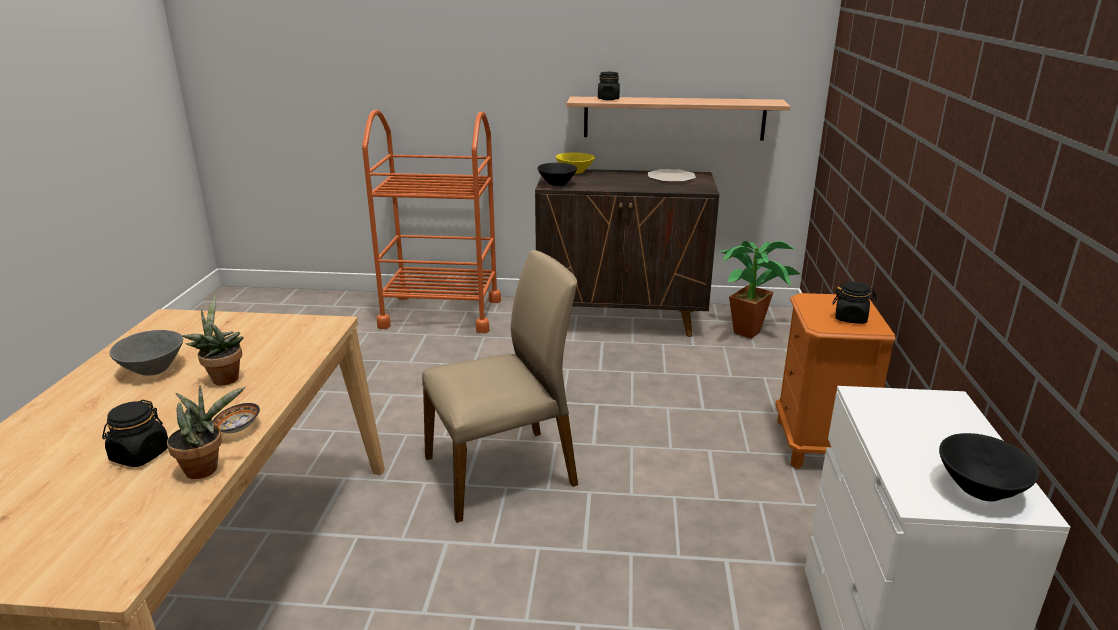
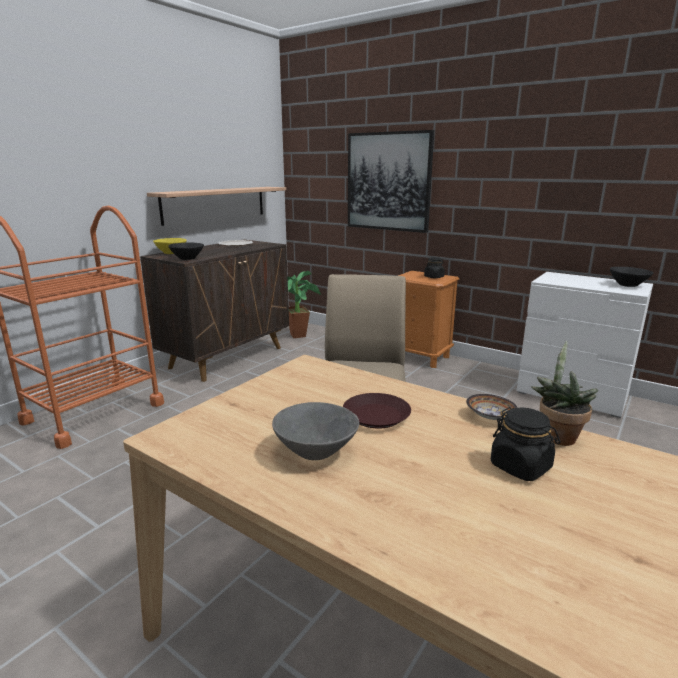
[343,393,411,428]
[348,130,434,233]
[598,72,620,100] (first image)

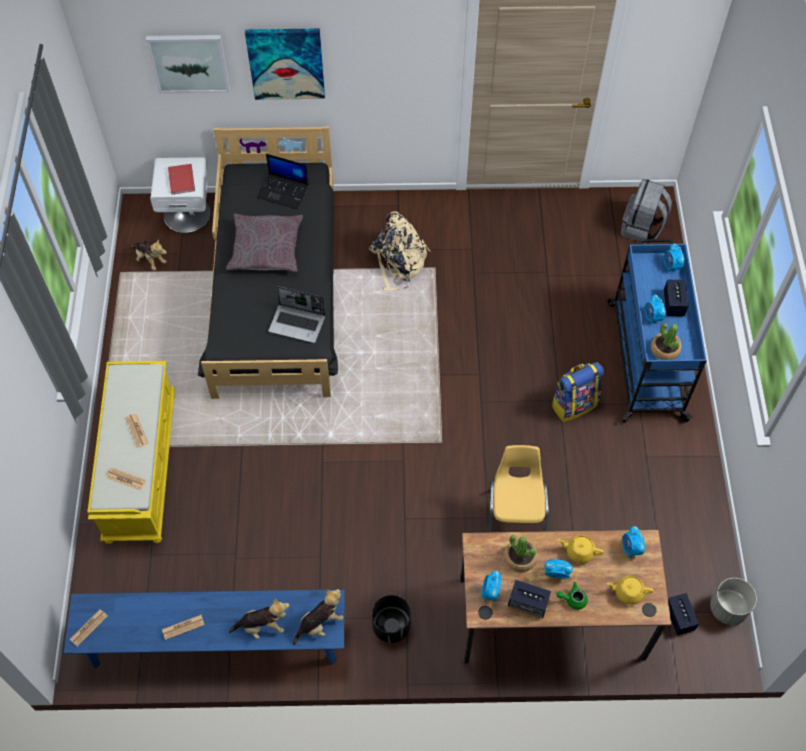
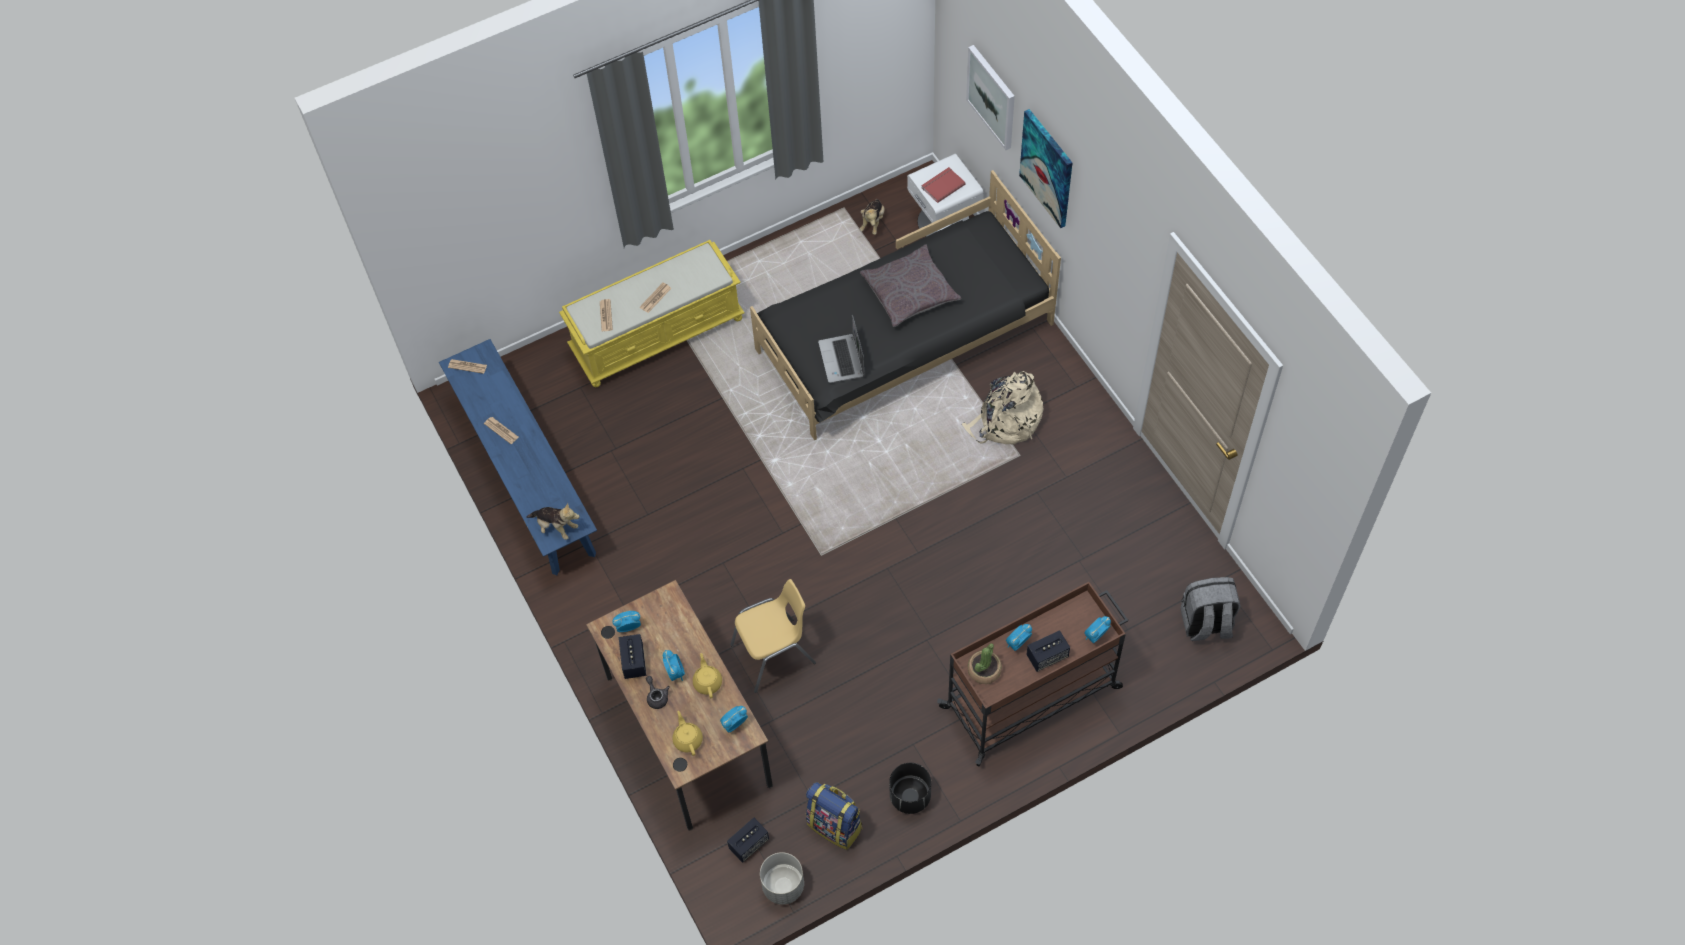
[646,676,670,709]
[806,782,862,850]
[889,763,931,814]
[937,582,1128,766]
[229,599,289,639] (first image)
[257,154,309,209] (first image)
[504,535,538,572] (first image)

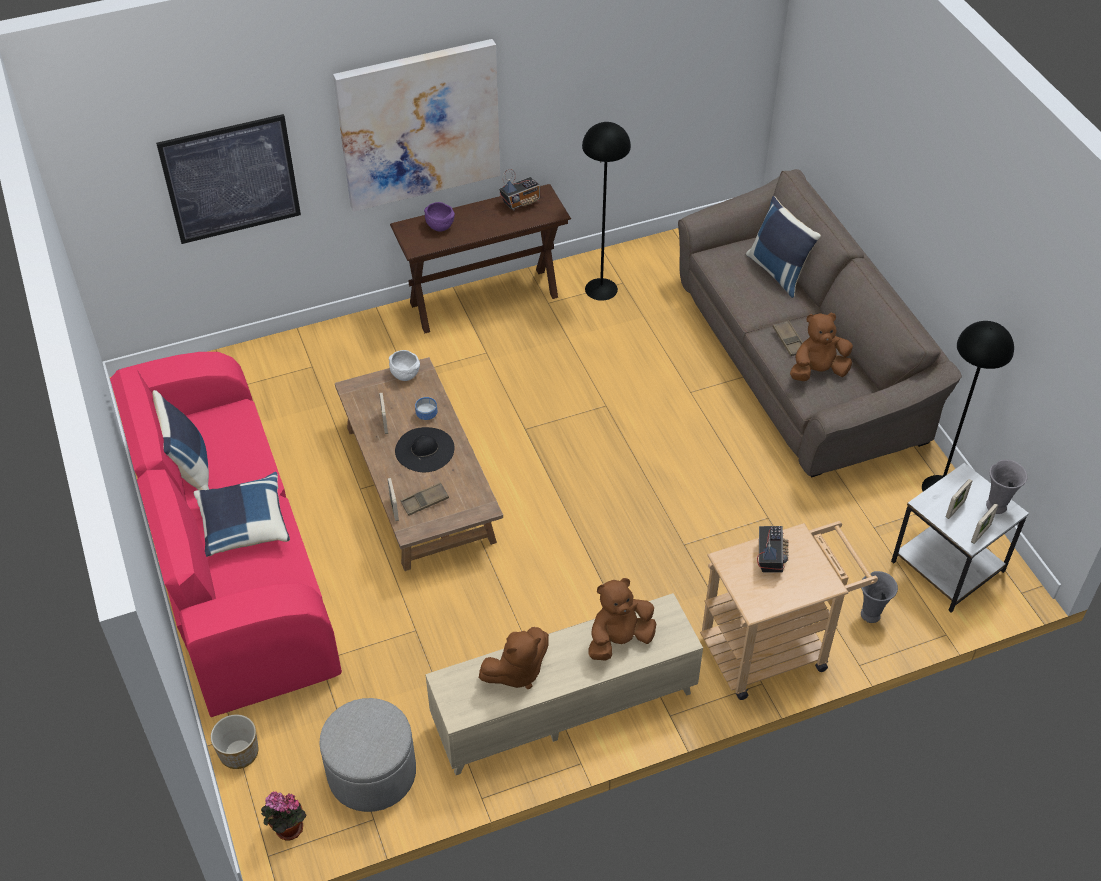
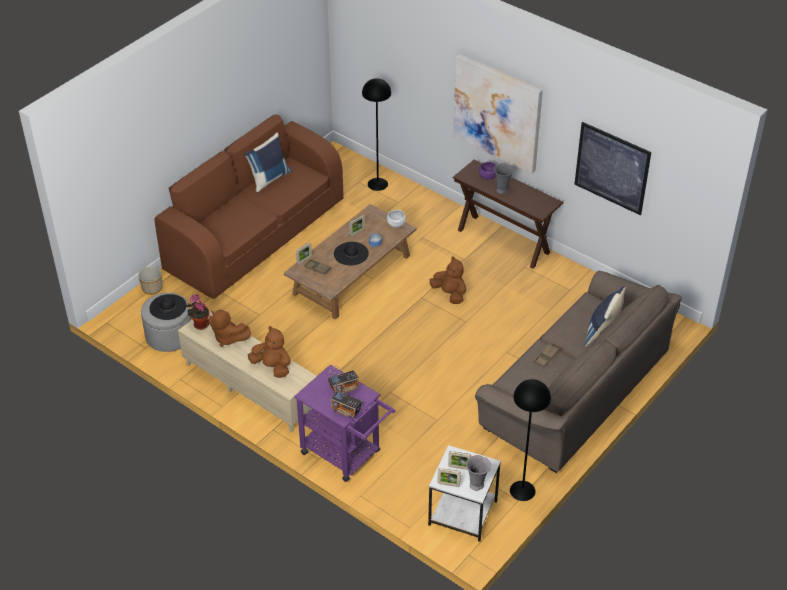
[149,294,186,320]
[155,114,344,299]
[186,294,209,330]
[294,365,395,482]
[331,383,362,419]
[362,78,391,191]
[430,256,466,304]
[494,163,514,194]
[574,122,651,215]
[194,472,290,557] (first image)

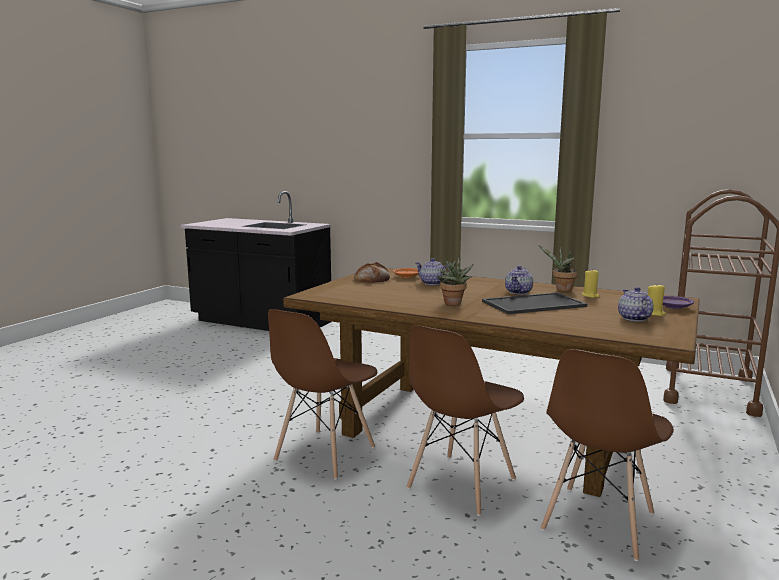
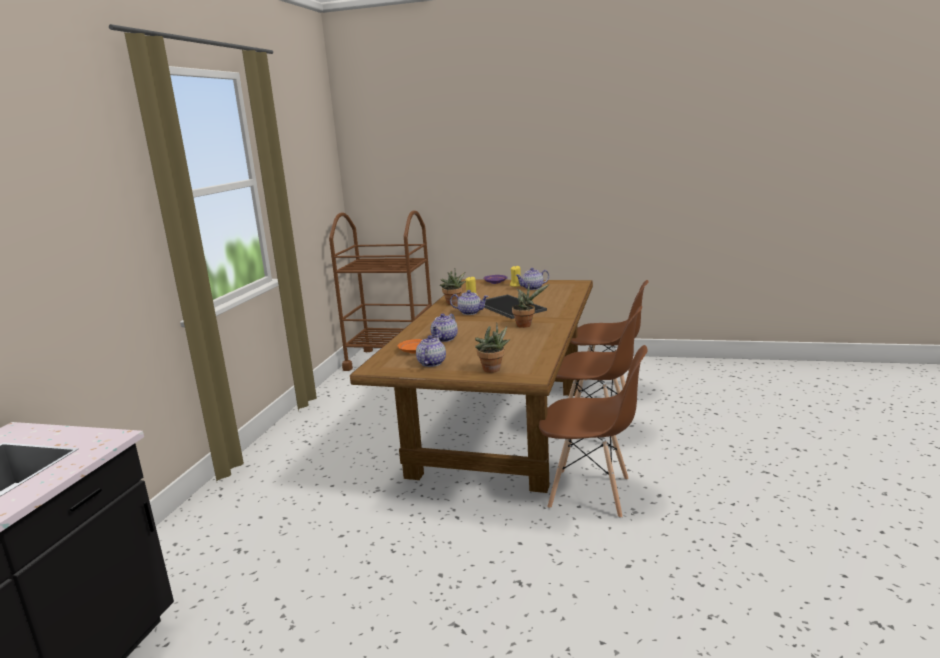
[416,335,446,367]
[475,324,510,373]

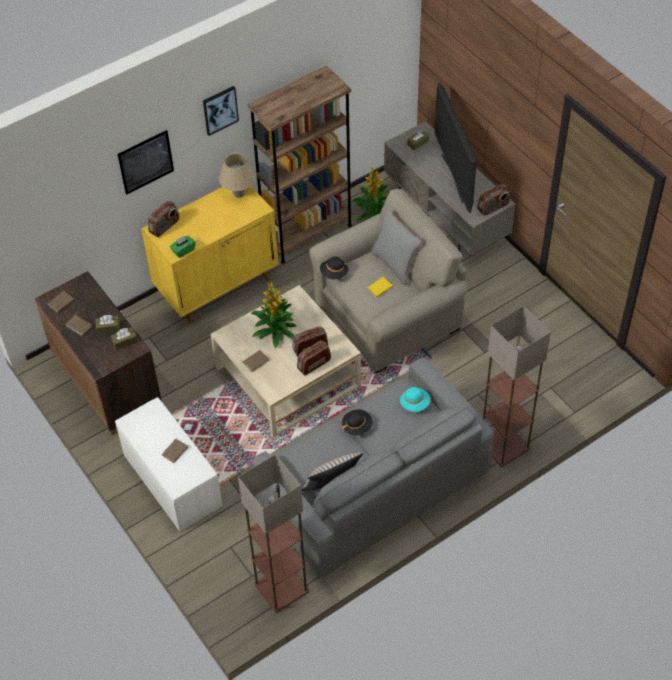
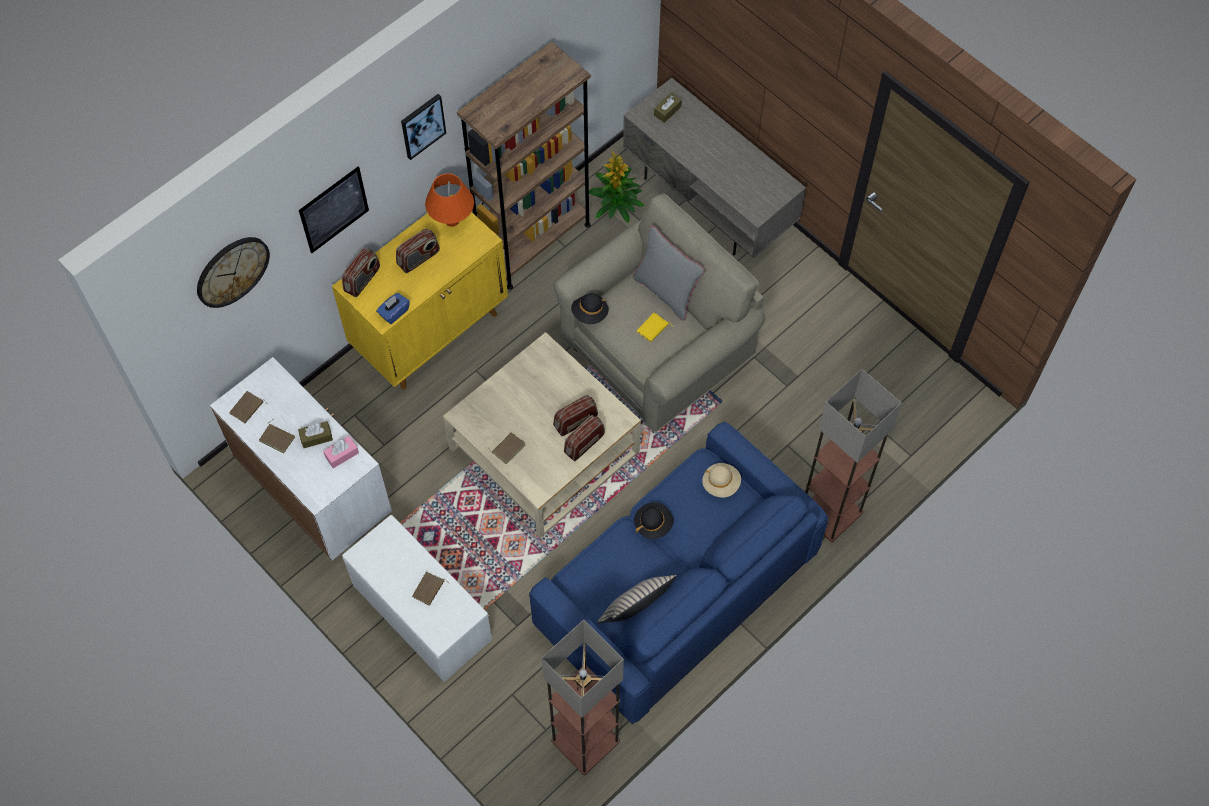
[197,237,270,308]
[210,357,392,560]
[323,436,359,468]
[376,293,410,324]
[396,229,440,273]
[425,173,474,227]
[529,421,828,724]
[702,463,741,497]
[251,282,296,348] (first image)
[435,81,477,213] (first image)

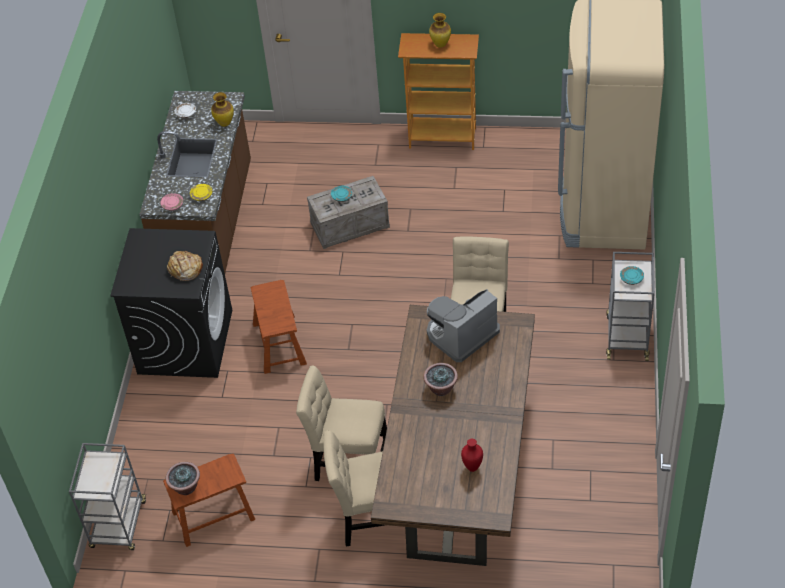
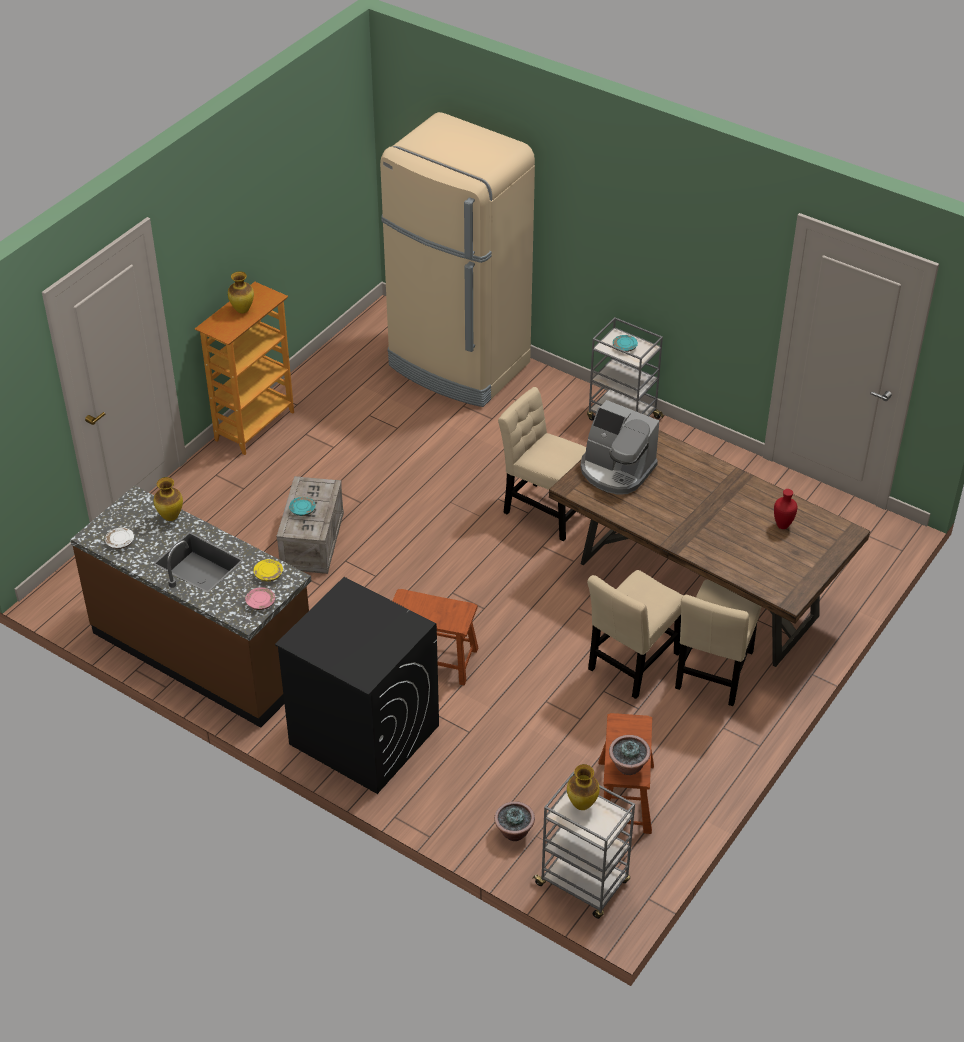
[494,801,535,841]
[567,764,600,810]
[581,400,659,495]
[167,251,203,281] (first image)

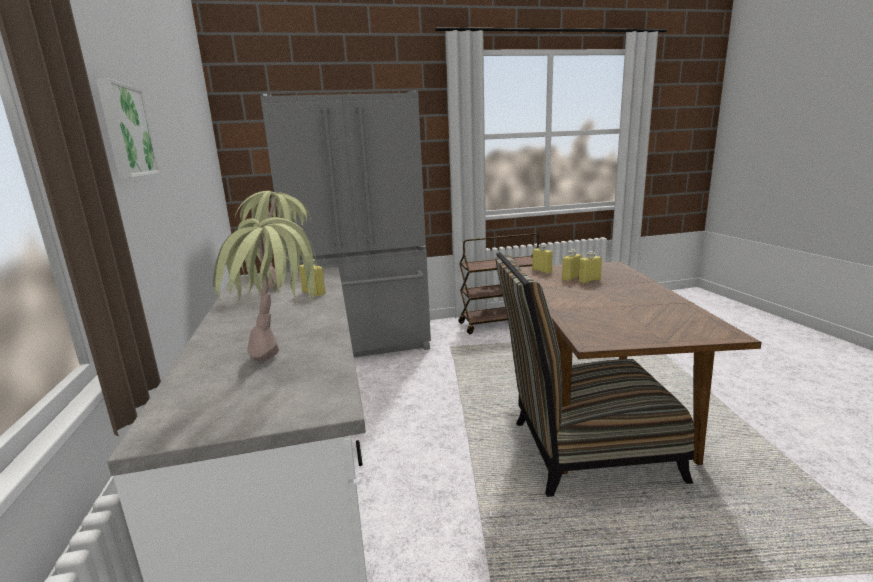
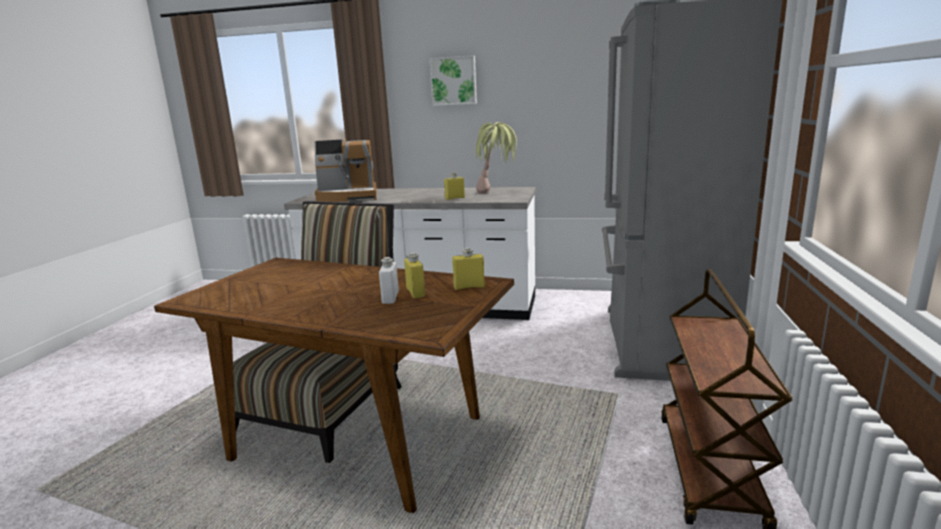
[314,139,377,202]
[379,257,399,304]

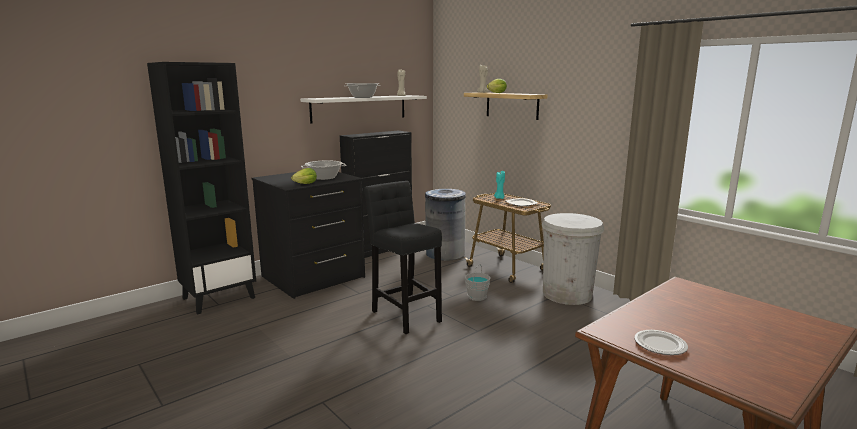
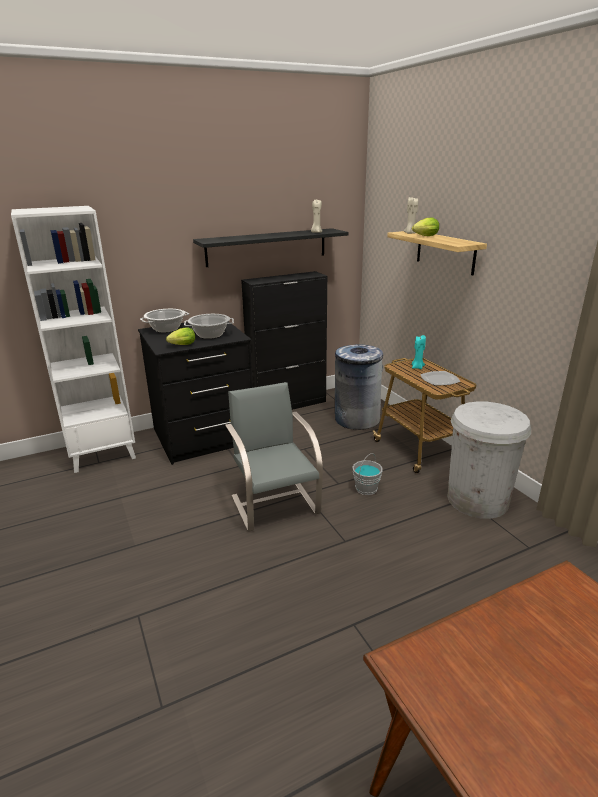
[11,206,136,473]
[140,309,189,333]
[193,228,348,267]
[225,382,323,532]
[634,330,688,355] (first image)

